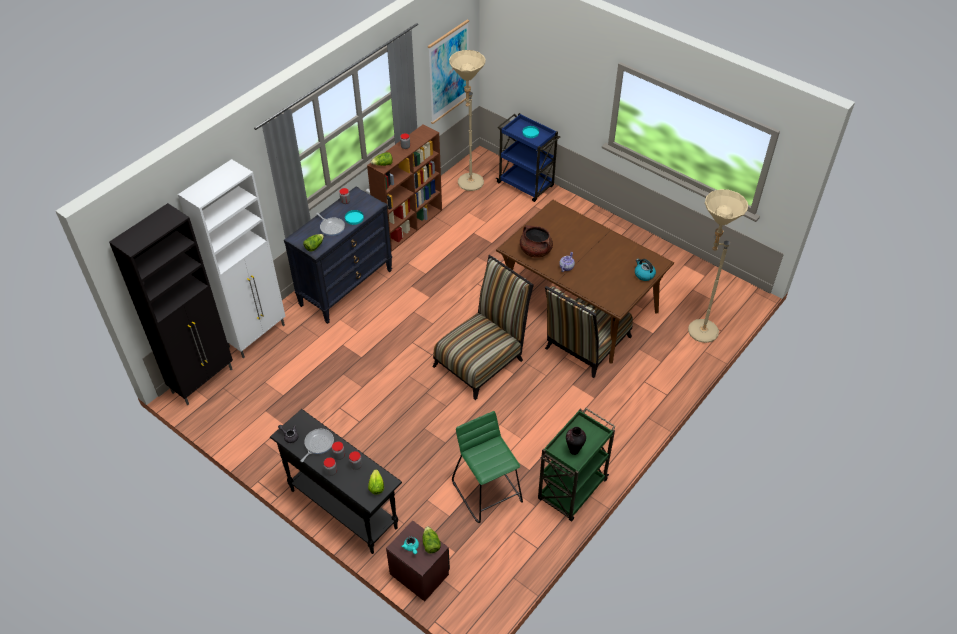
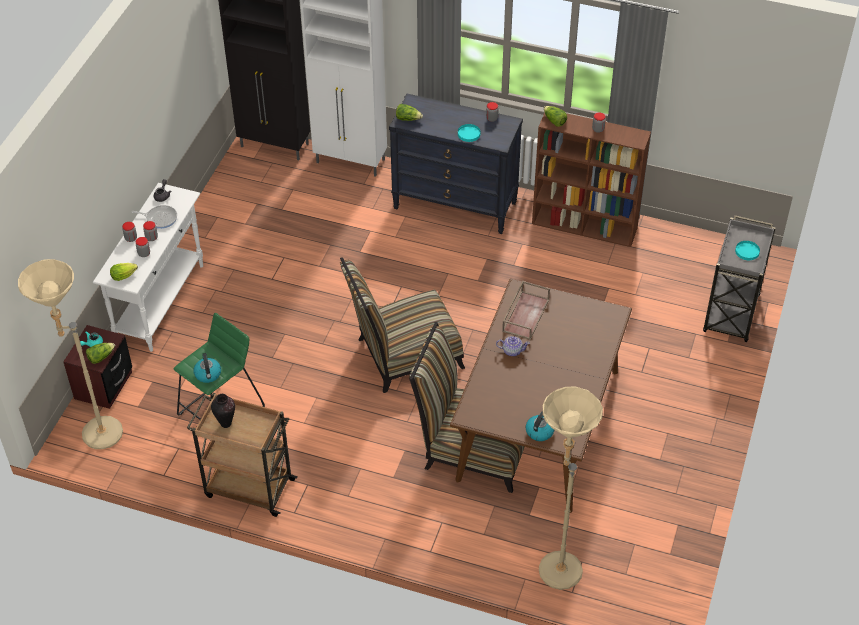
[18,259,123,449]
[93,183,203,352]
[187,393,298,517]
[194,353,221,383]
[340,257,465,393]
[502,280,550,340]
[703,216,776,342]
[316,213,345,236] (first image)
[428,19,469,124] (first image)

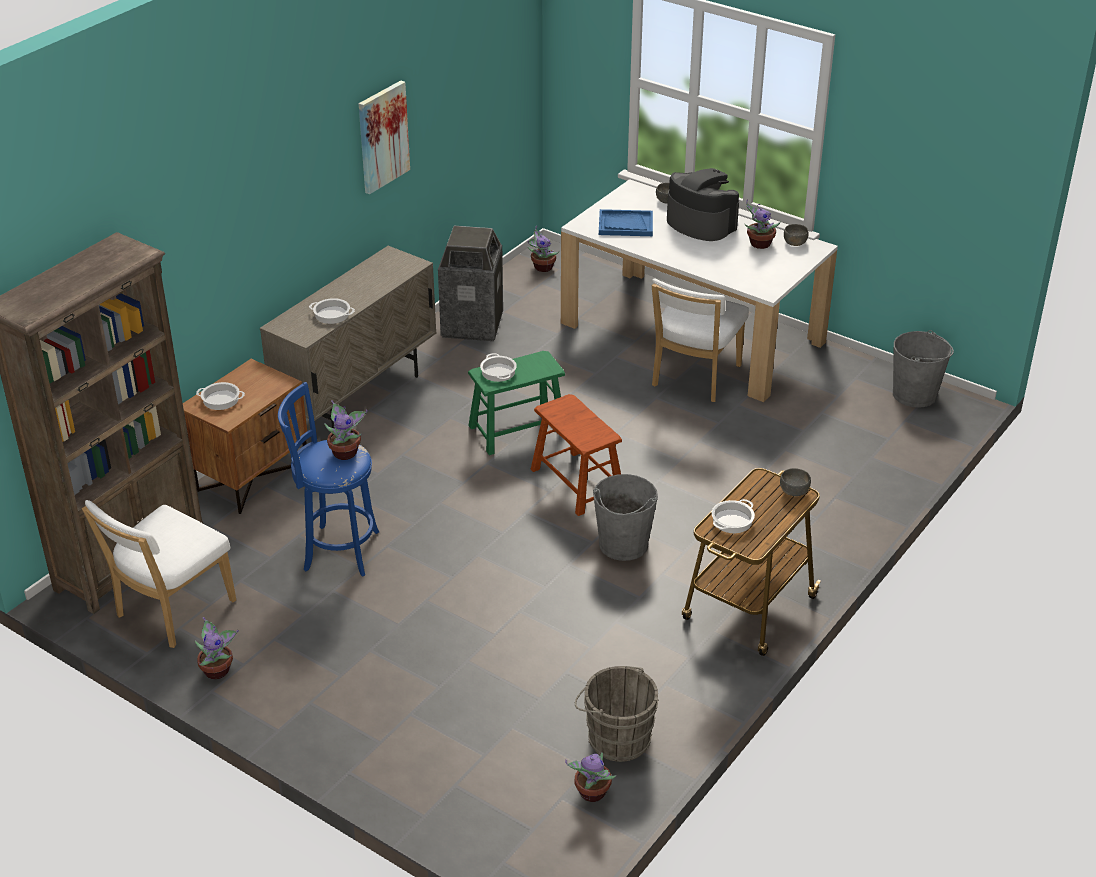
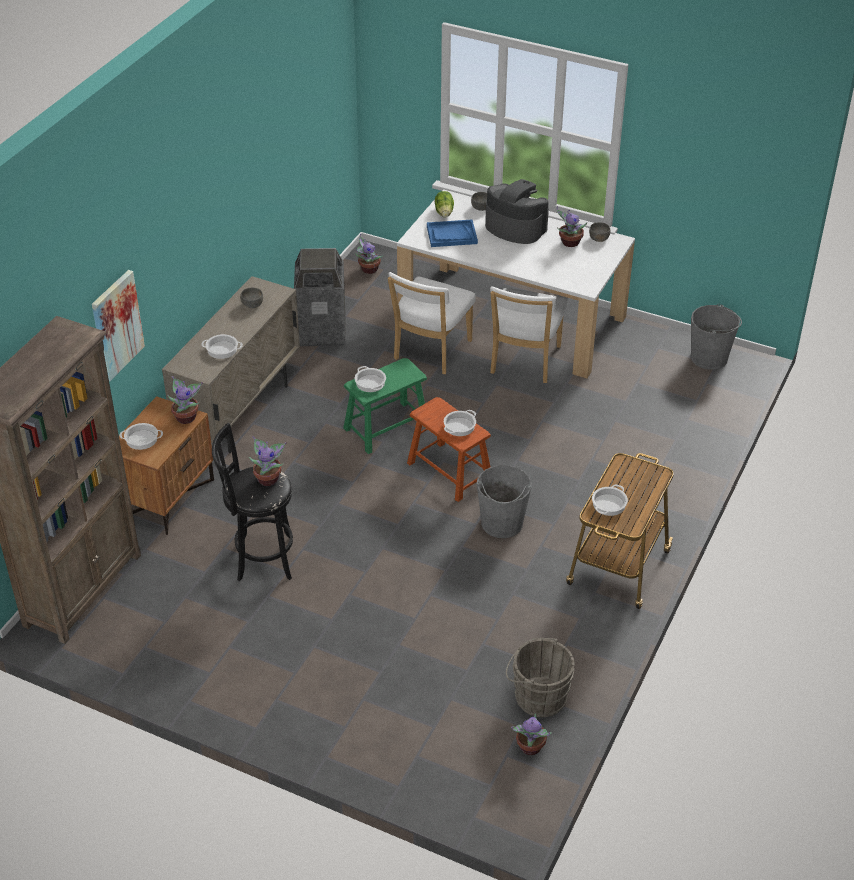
[92,270,145,381]
[167,376,203,424]
[212,423,293,581]
[240,288,263,308]
[388,272,476,374]
[435,191,454,218]
[444,410,476,436]

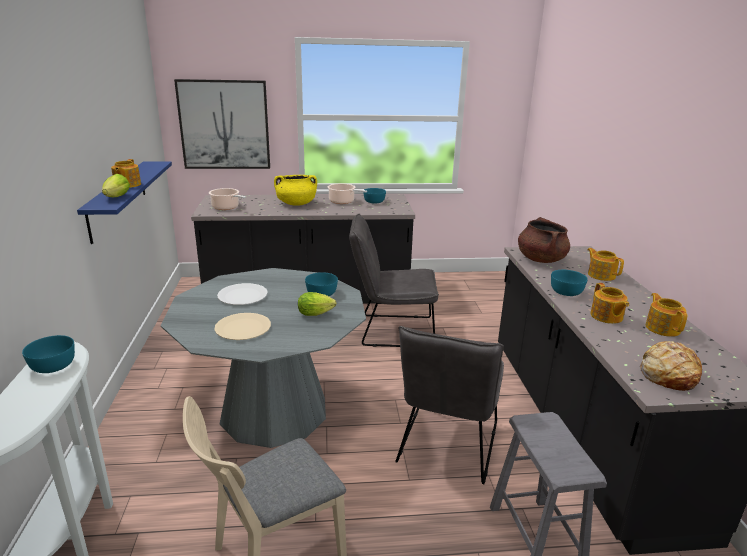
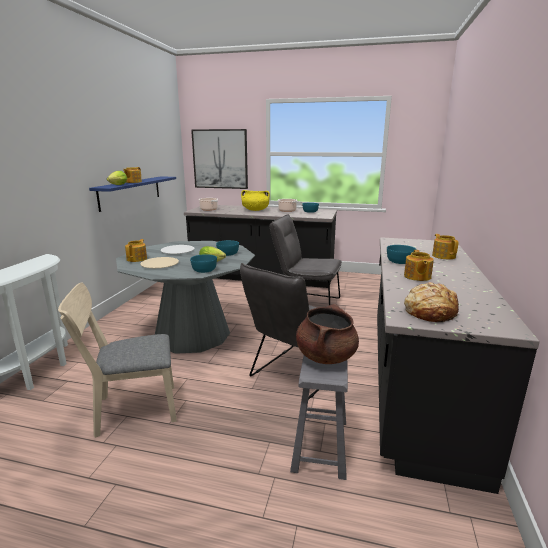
[125,239,147,262]
[190,254,217,273]
[296,304,359,364]

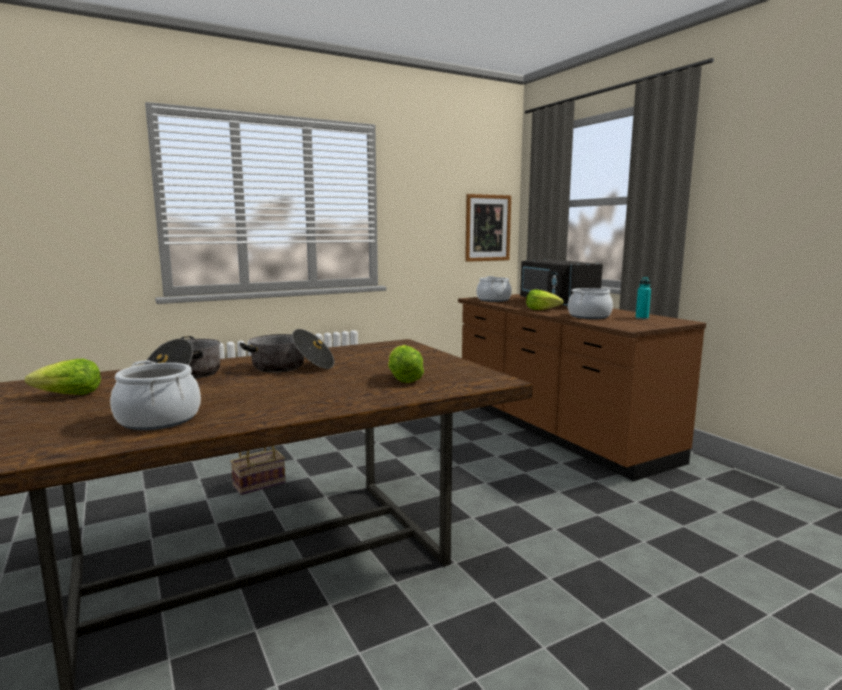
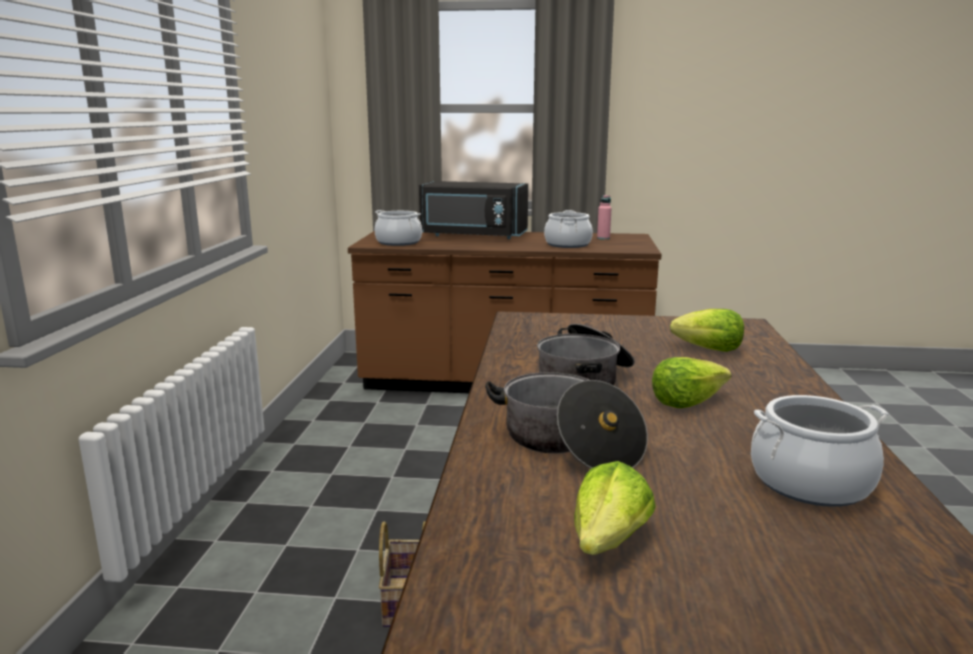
[597,195,612,240]
[652,357,732,408]
[465,194,511,262] (first image)

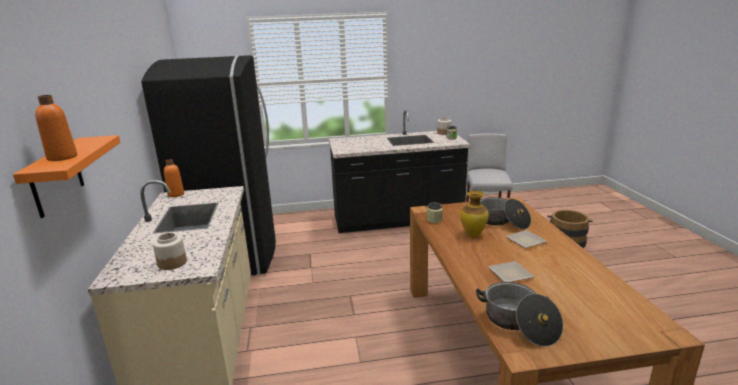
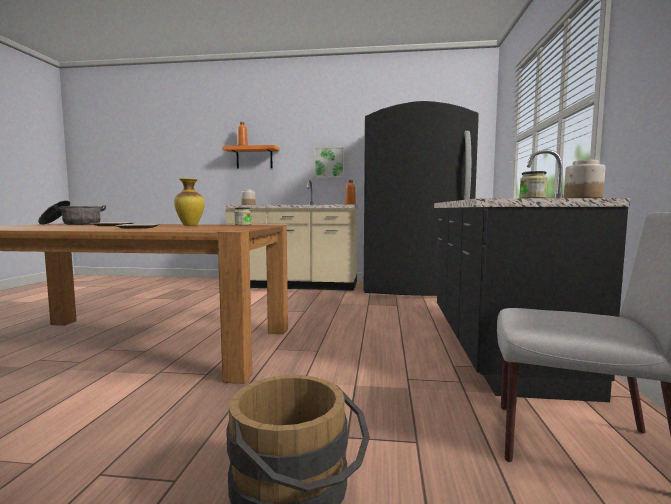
[314,147,344,178]
[480,197,531,229] (first image)

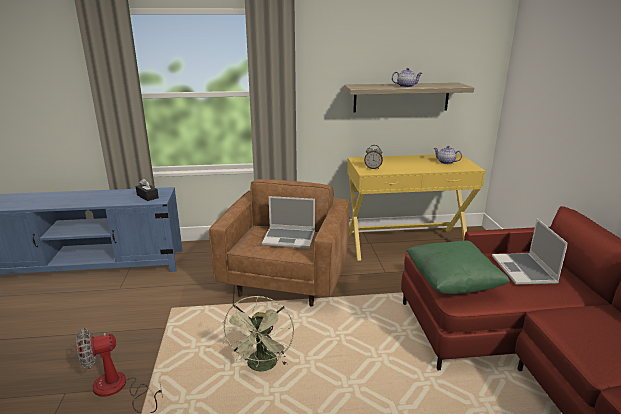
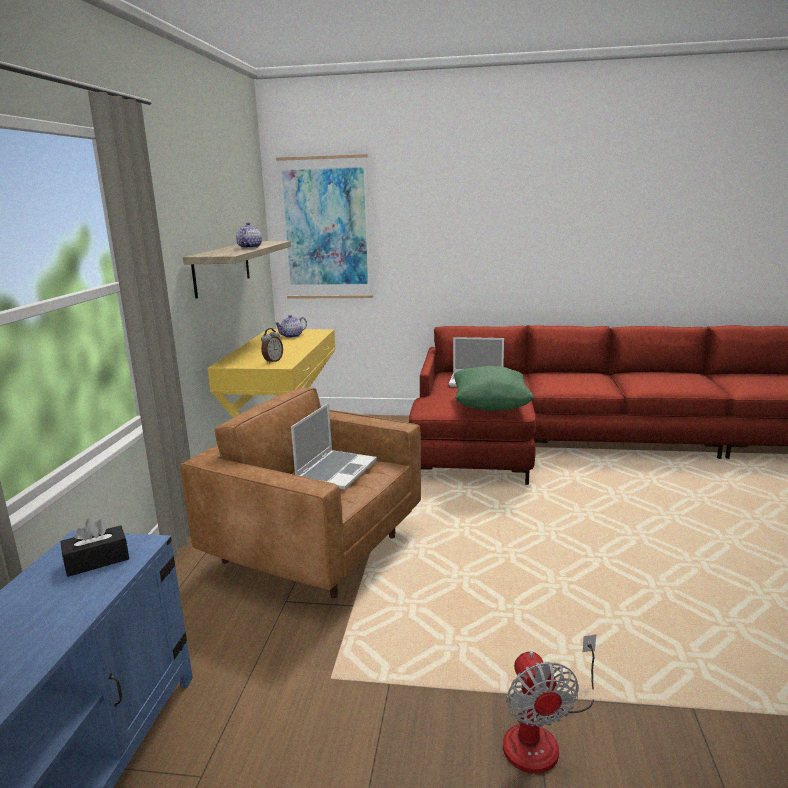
[276,154,373,299]
[223,296,294,372] (first image)

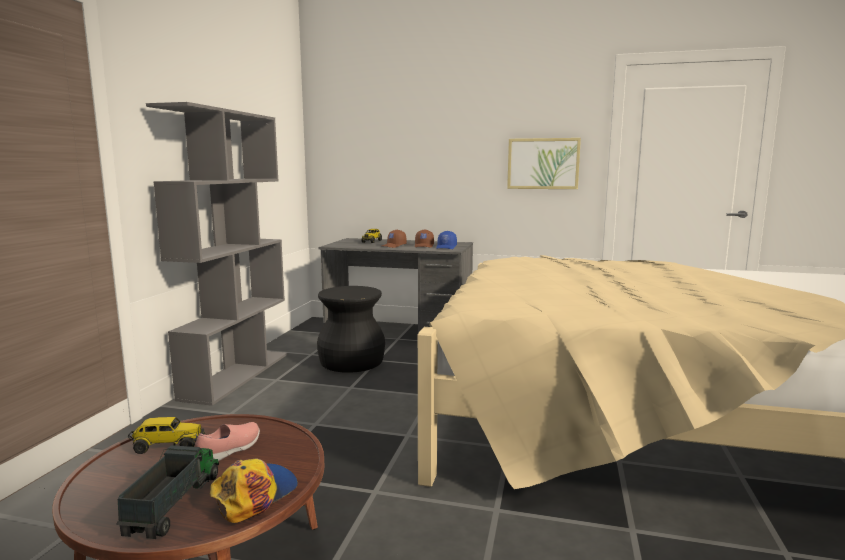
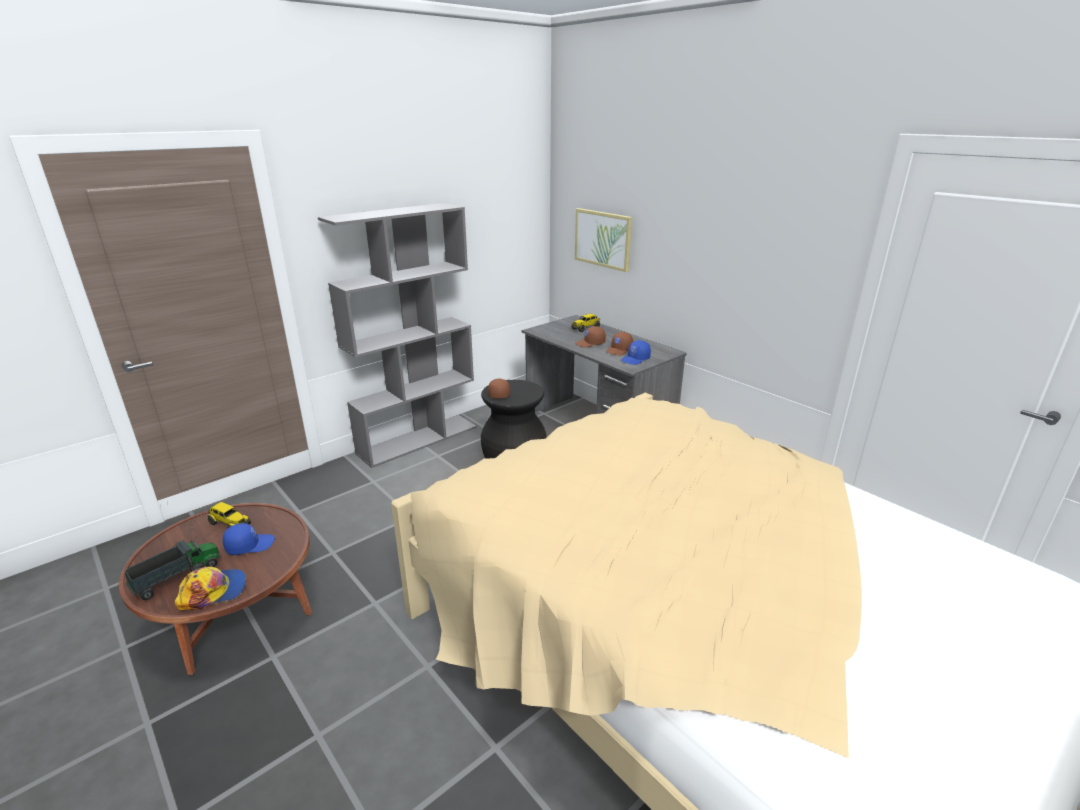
[223,523,275,555]
[488,379,510,399]
[575,208,632,272]

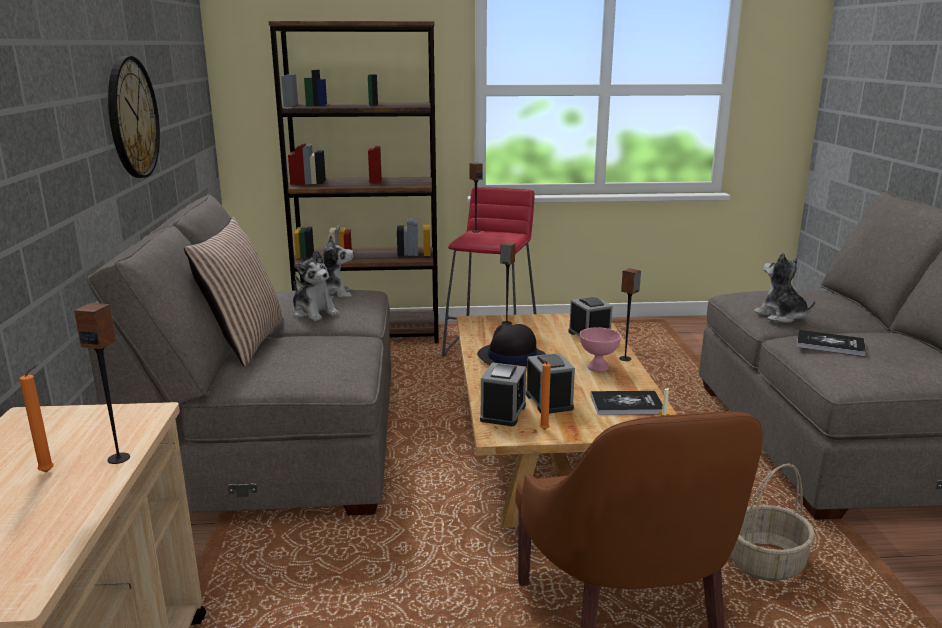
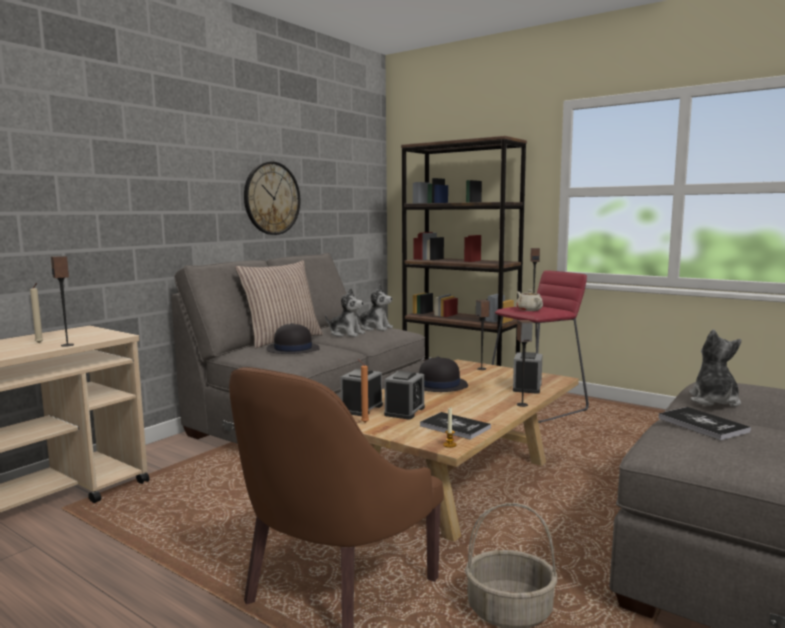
[30,283,43,343]
[266,323,320,354]
[325,288,365,337]
[340,369,383,416]
[516,290,543,311]
[580,327,621,372] (first image)

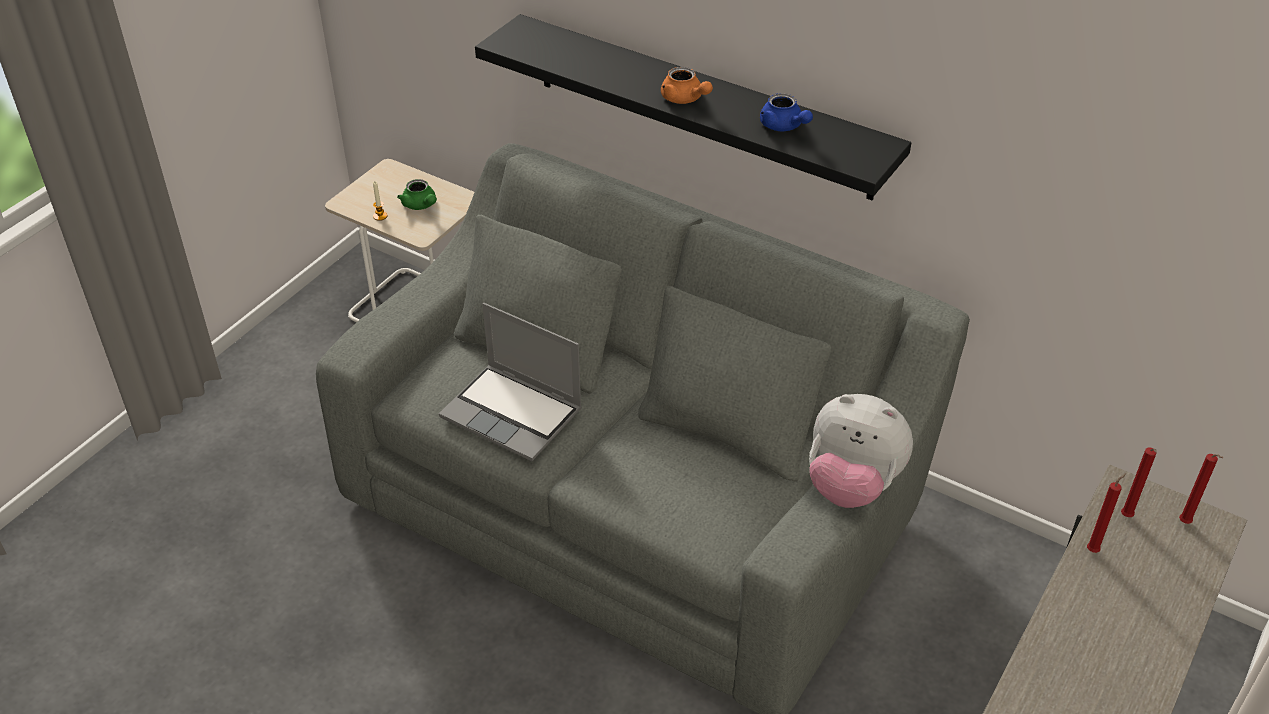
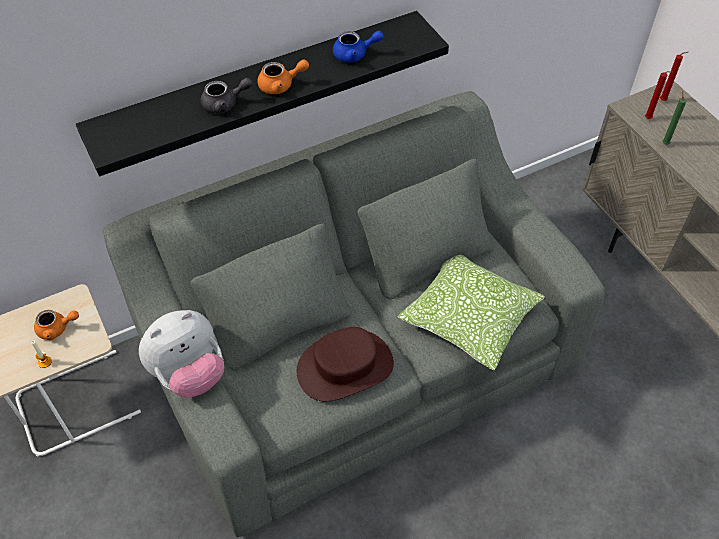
[34,310,79,340]
[139,310,224,398]
[201,78,253,114]
[297,327,394,401]
[398,255,545,371]
[662,90,686,145]

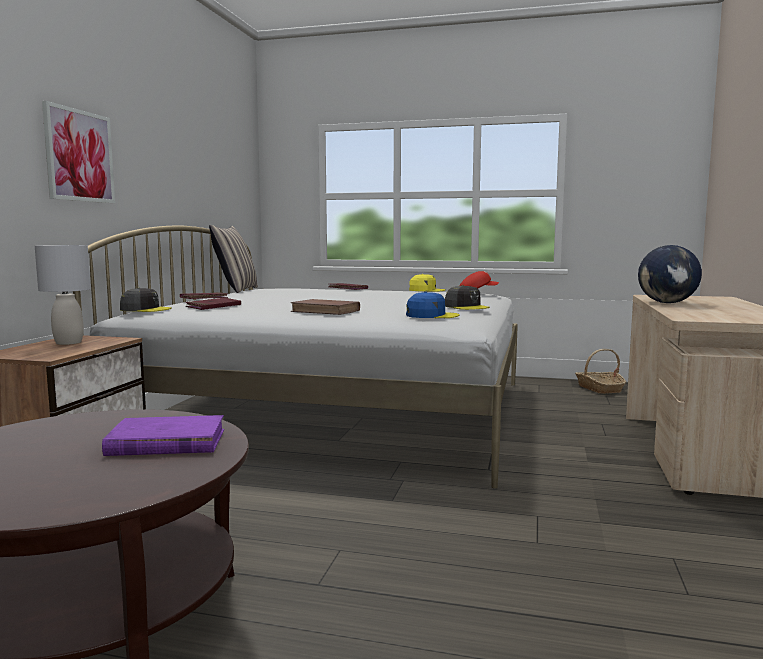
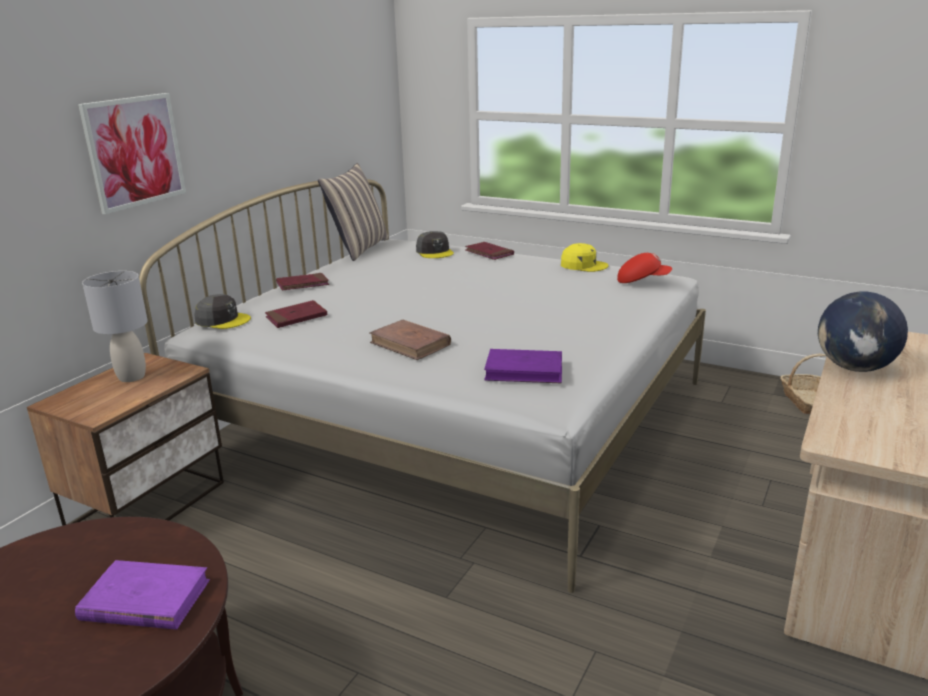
[416,231,454,258]
[484,349,562,383]

